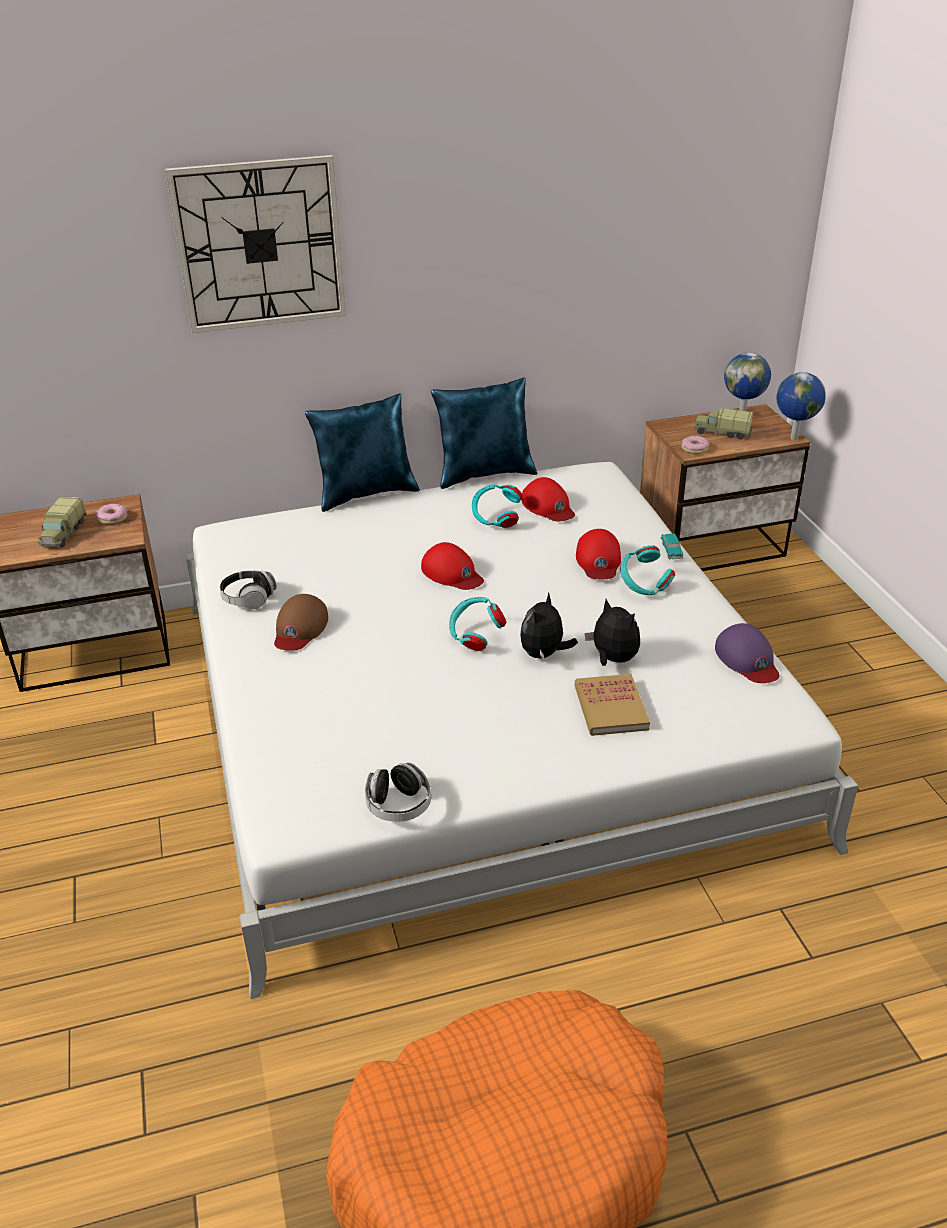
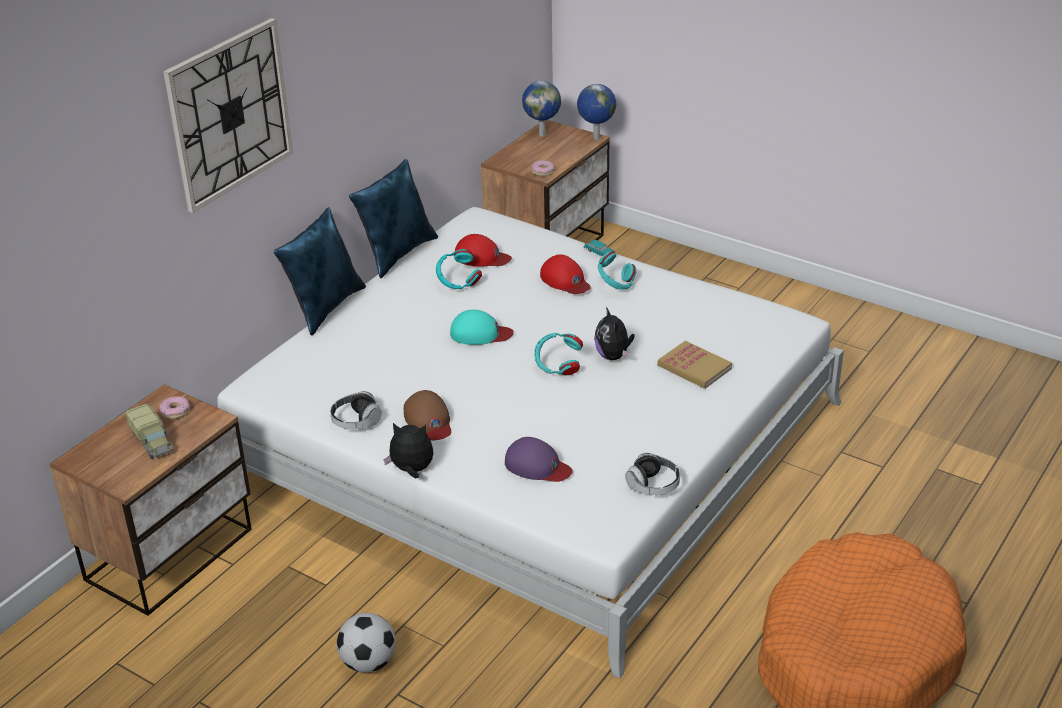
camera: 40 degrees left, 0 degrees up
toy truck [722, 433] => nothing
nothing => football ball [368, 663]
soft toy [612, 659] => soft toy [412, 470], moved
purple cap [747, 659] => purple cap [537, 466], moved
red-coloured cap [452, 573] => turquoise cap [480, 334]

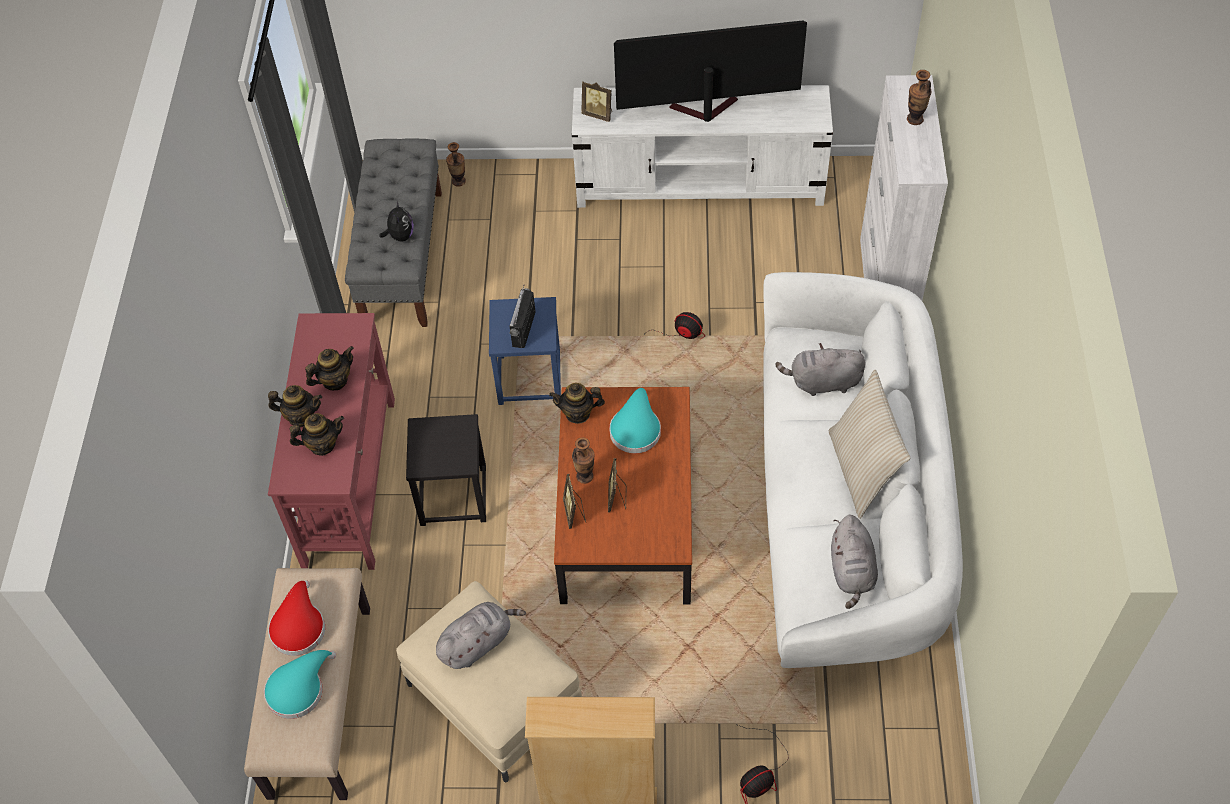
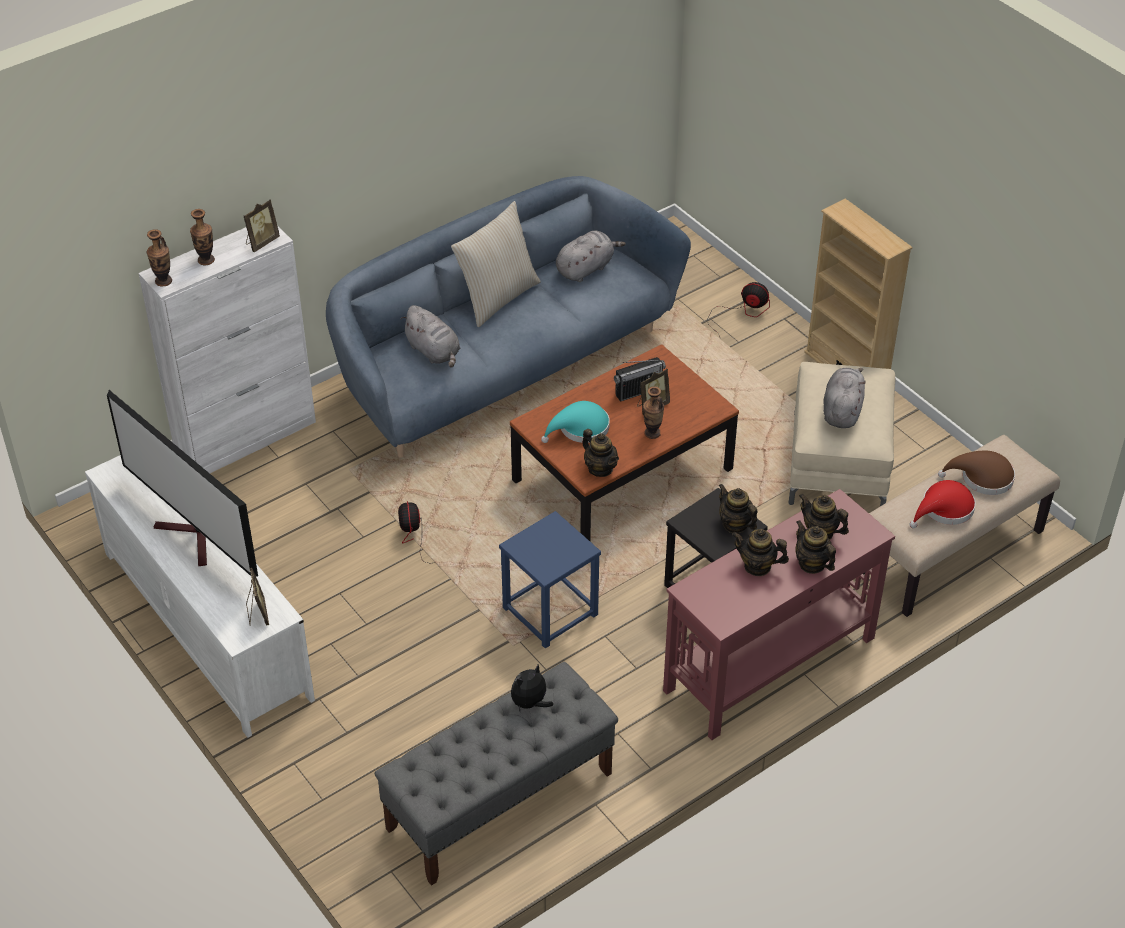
camera: 130 degrees left, 10 degrees down
nothing => teapot [735, 524]
vase [458, 181] => vase [163, 281], moved
radio [524, 329] => radio [638, 391], moved
picture frame [574, 513] => picture frame [261, 242], moved
turquoise hat [298, 688] => brown-coloured hat [982, 478]
whitish couch [844, 513] => blue-coloured couch [500, 364]
gray soft toy [478, 642] => gray soft toy [842, 410], 90 degrees clockwise

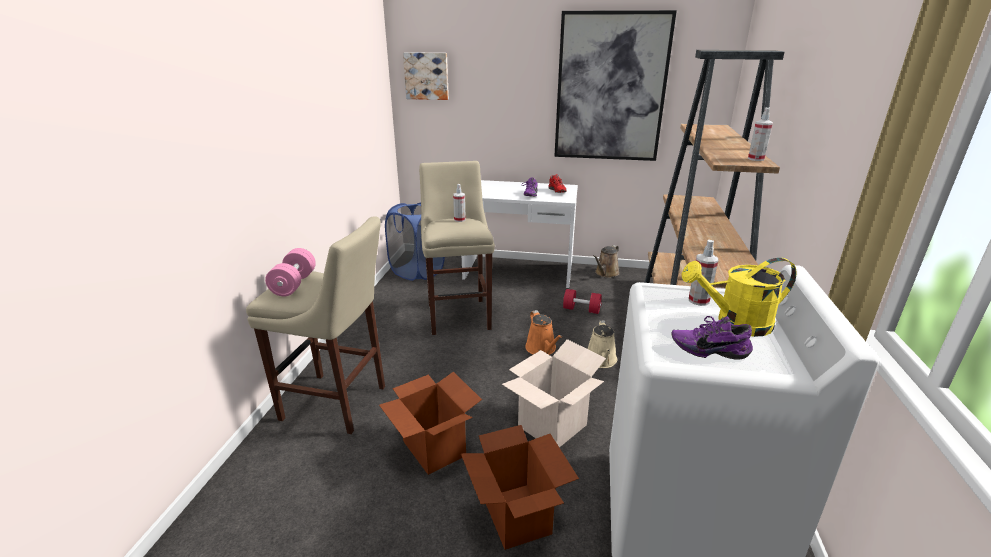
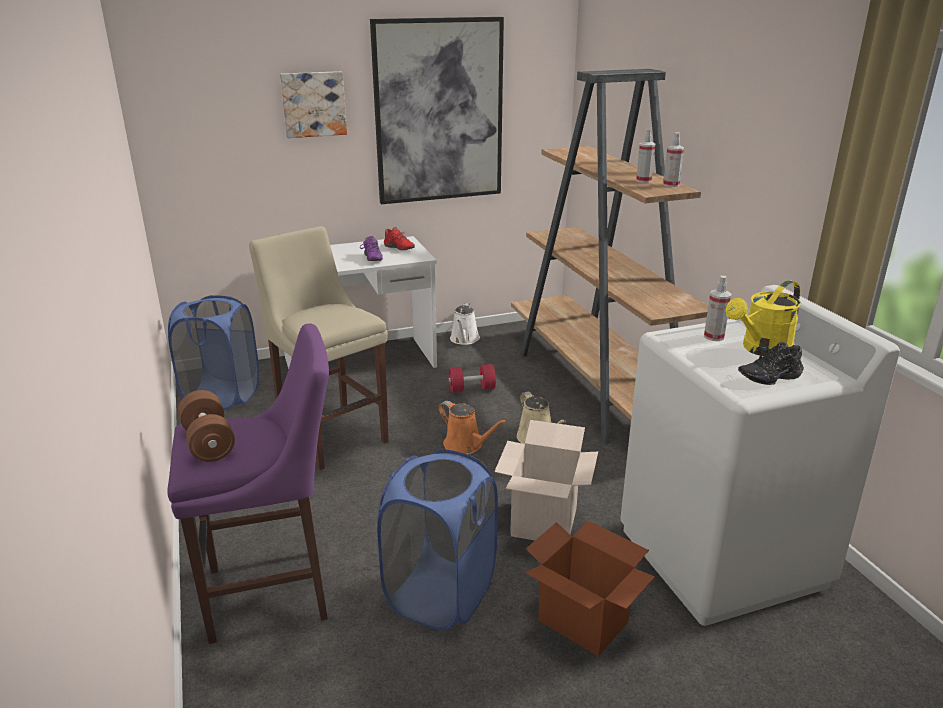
camera: 30 degrees left, 0 degrees up
wall art [427, 76] => wall art [313, 104], moved
hand sprayer [459, 220] => hand sprayer [643, 180], moved
cardboard box [433, 448] => blue-coloured laundry basket [440, 594]
sand-coloured stool seat [338, 404] => purple stool seat [275, 592]
pinkish hand weight [294, 284] => brown-coloured hand weight [209, 442]
brown-coloured watering pot [606, 273] => whitish watering pot [464, 340]
purple shoe [709, 349] => black-coloured shoe [768, 377]

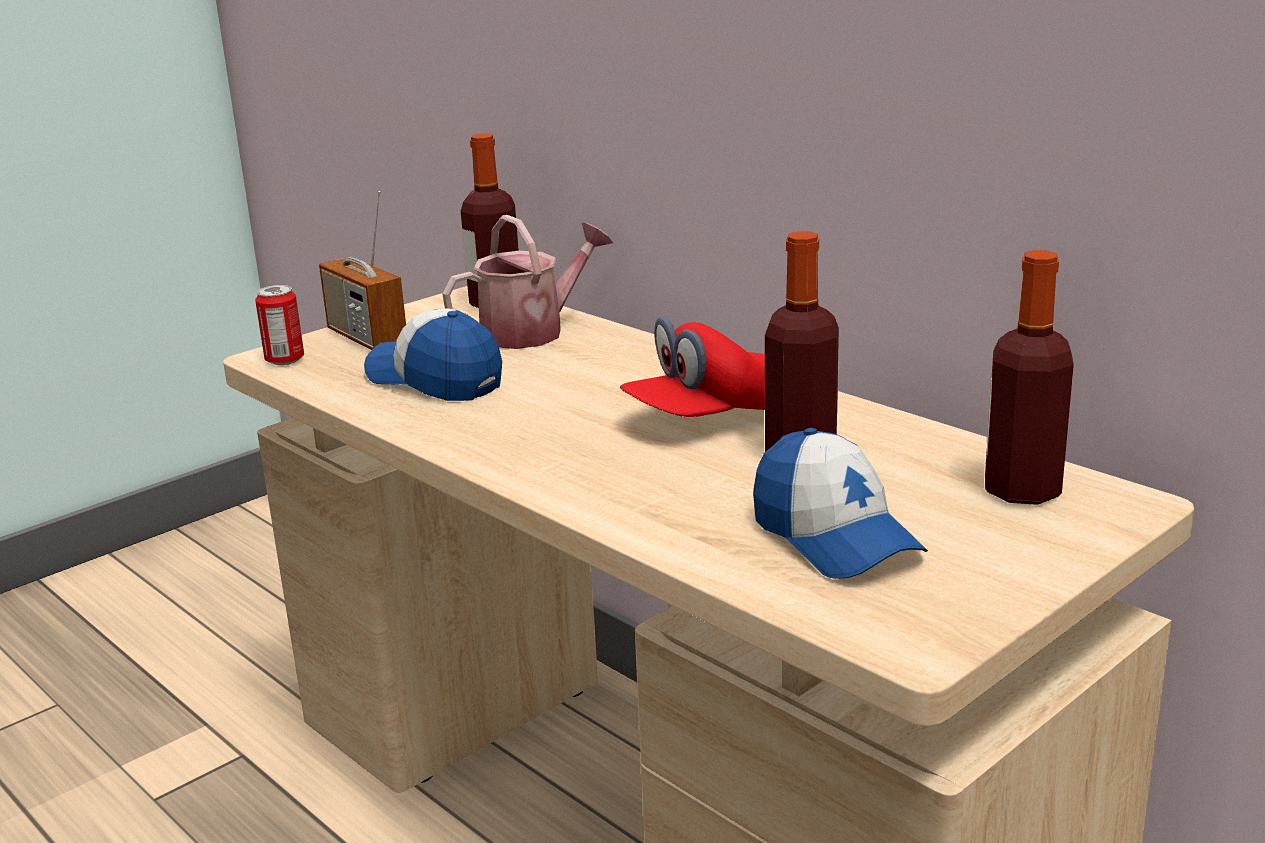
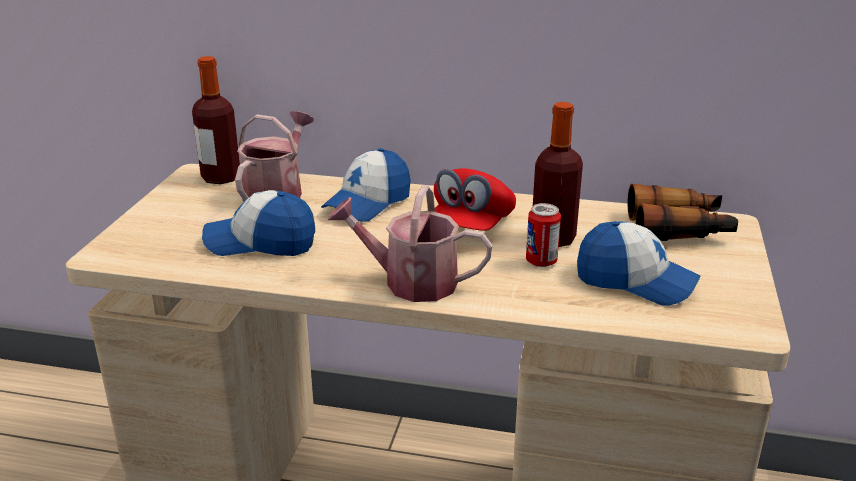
camera: 35 degrees left, 5 degrees up
radio [367, 338] => nothing
nothing => cap [368, 203]
nothing => watering pot [410, 282]
sealed can [285, 360] => sealed can [541, 261], moved
beverage bottle [1022, 490] => field glasses [679, 229]

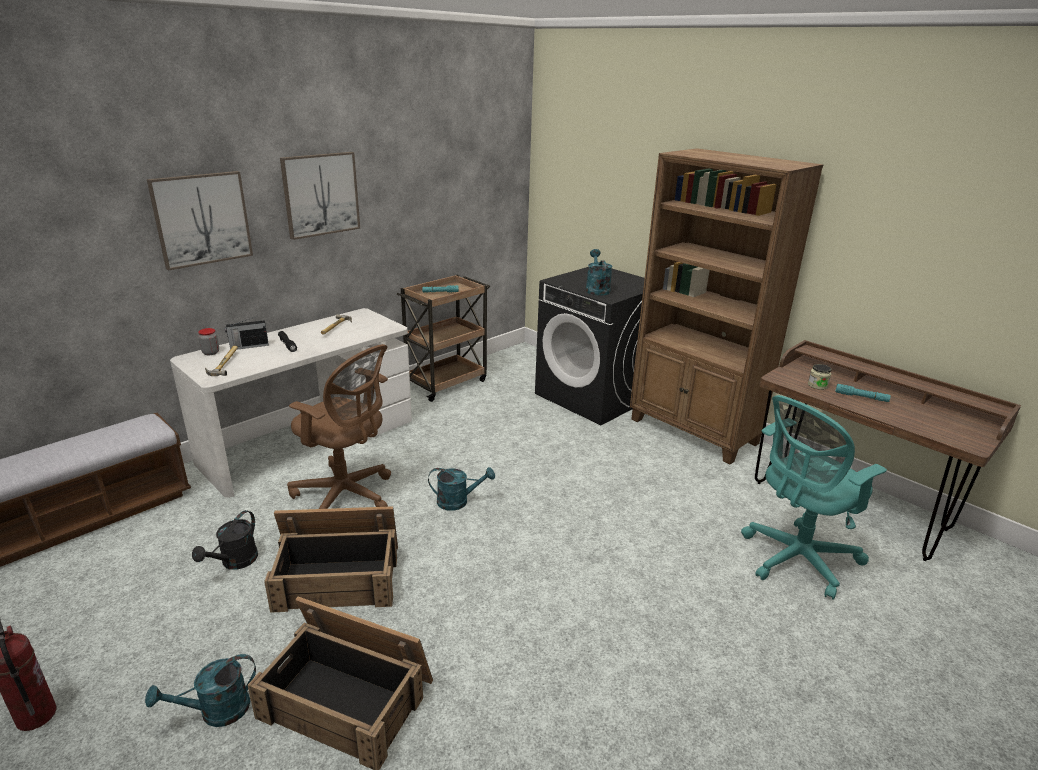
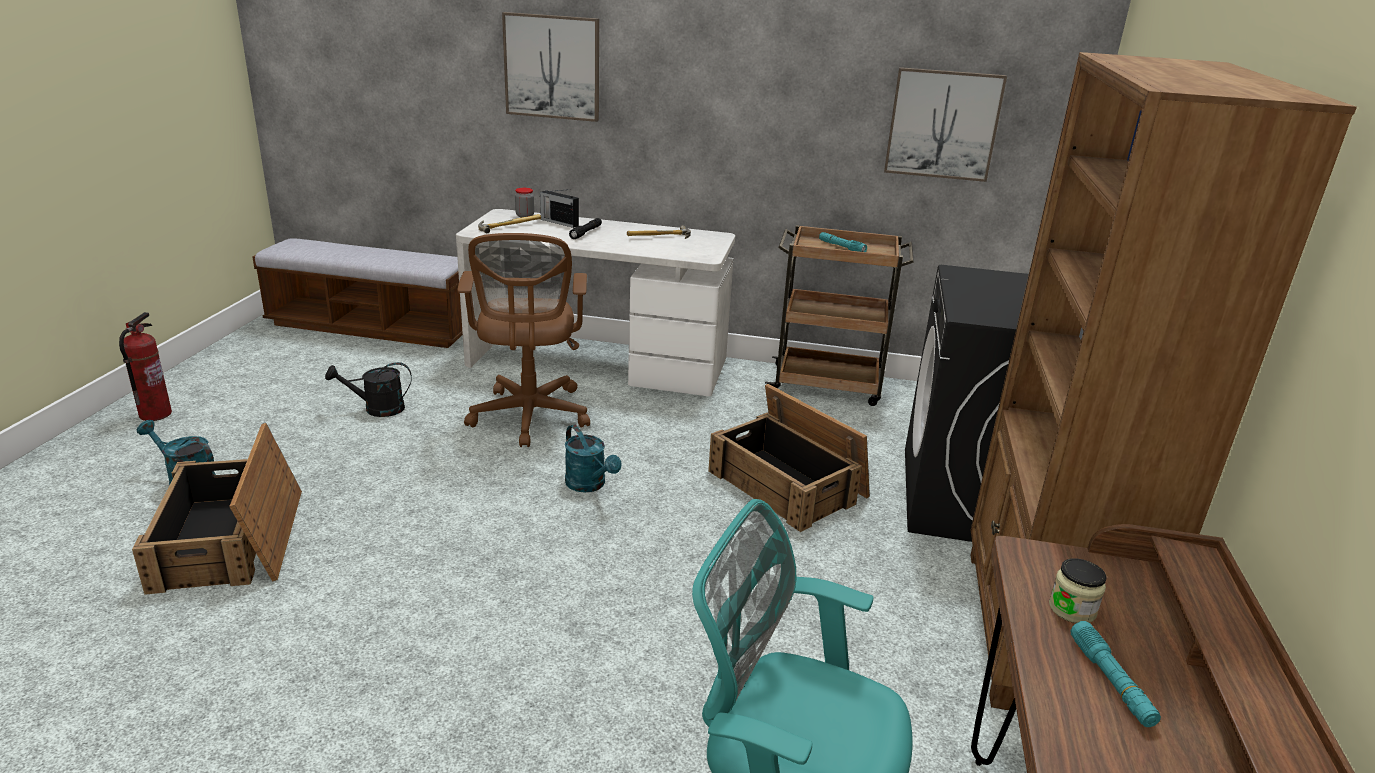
camera: 55 degrees right, 0 degrees up
turquoise watering pot [596, 289] => nothing
crate [338, 576] => crate [789, 483], moved
wall art [321, 194] => wall art [943, 124], moved

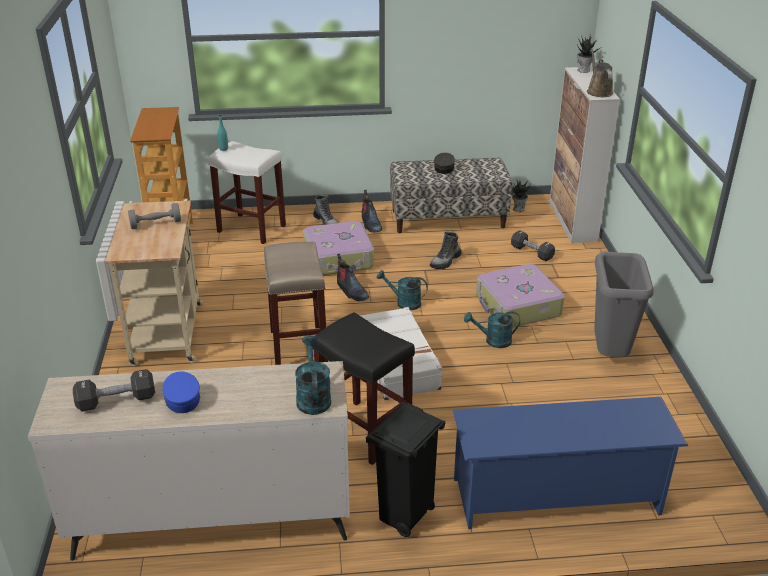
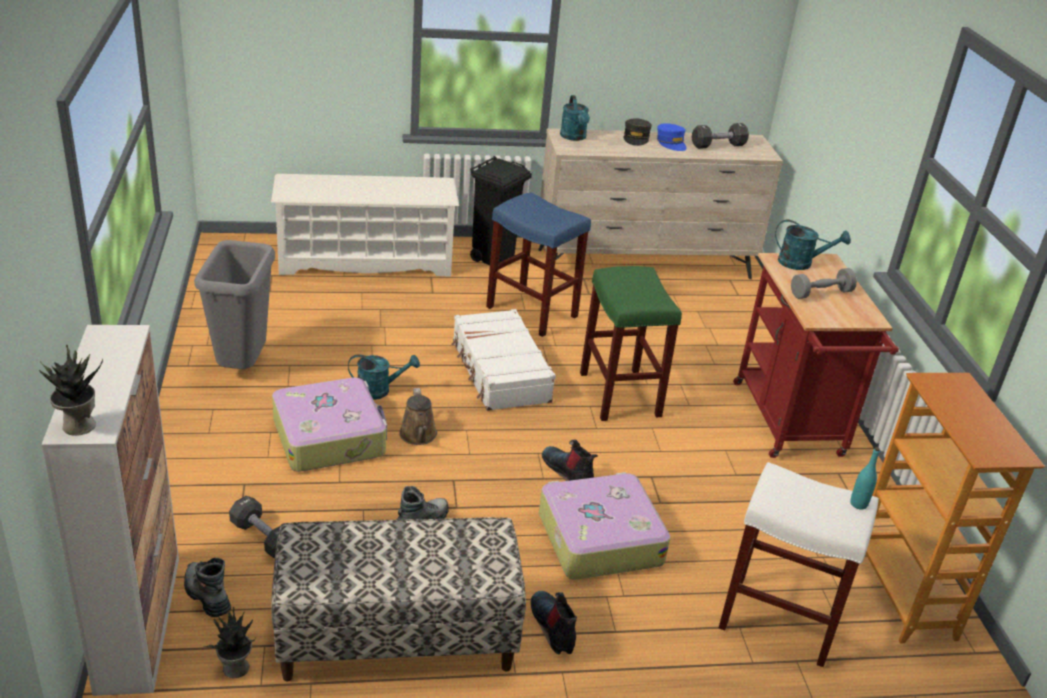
camera: 175 degrees right, 0 degrees up
tall boot [326, 223] => tall boot [207, 595], moved
turquoise watering pot [404, 302] => turquoise watering pot [801, 263], moved
gray cap [444, 168] => gray cap [636, 138], moved
brown-coloured watering pot [598, 91] => brown-coloured watering pot [418, 436], moved
sand-coloured trolley [168, 329] => red-coloured trolley [791, 425]
sand-coloured stool seat [298, 347] => green-coloured stool seat [621, 395]
black-coloured stool seat [362, 431] => blue-coloured stool seat [533, 312]
blue-coloured shoe shelf [556, 496] => whitish shoe shelf [366, 261]

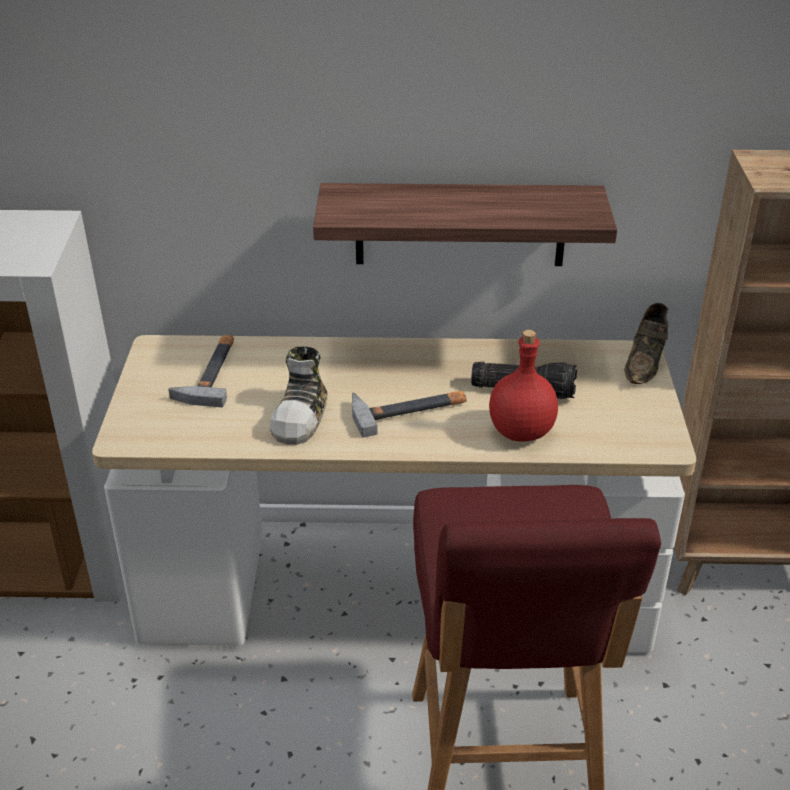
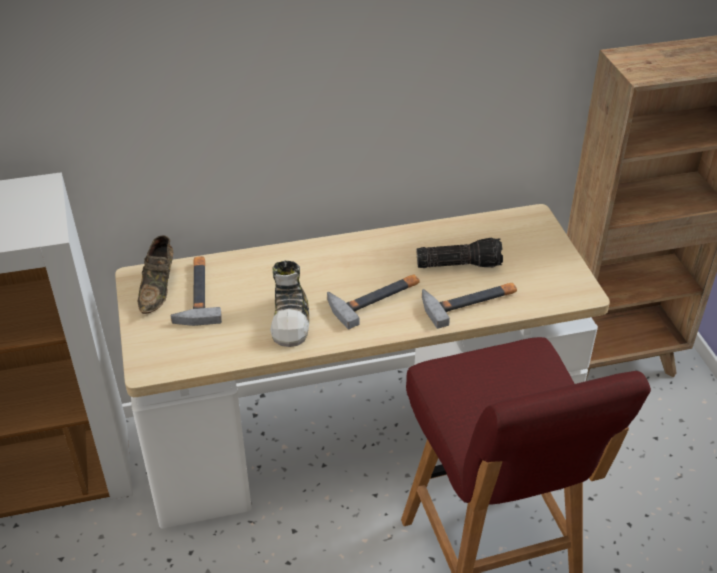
camera: 15 degrees left, 5 degrees up
bracket shelf [460, 224] => nothing
brown-coloured shoe [645, 362] => brown-coloured shoe [158, 288], moved
red-coloured beverage bottle [520, 431] => hand hammer [470, 301]

